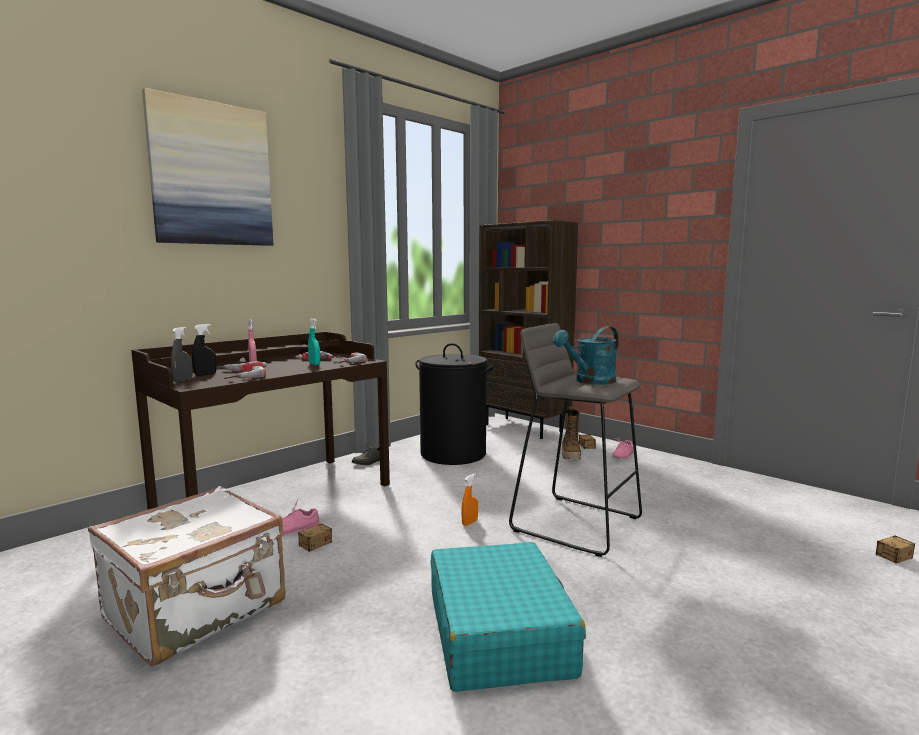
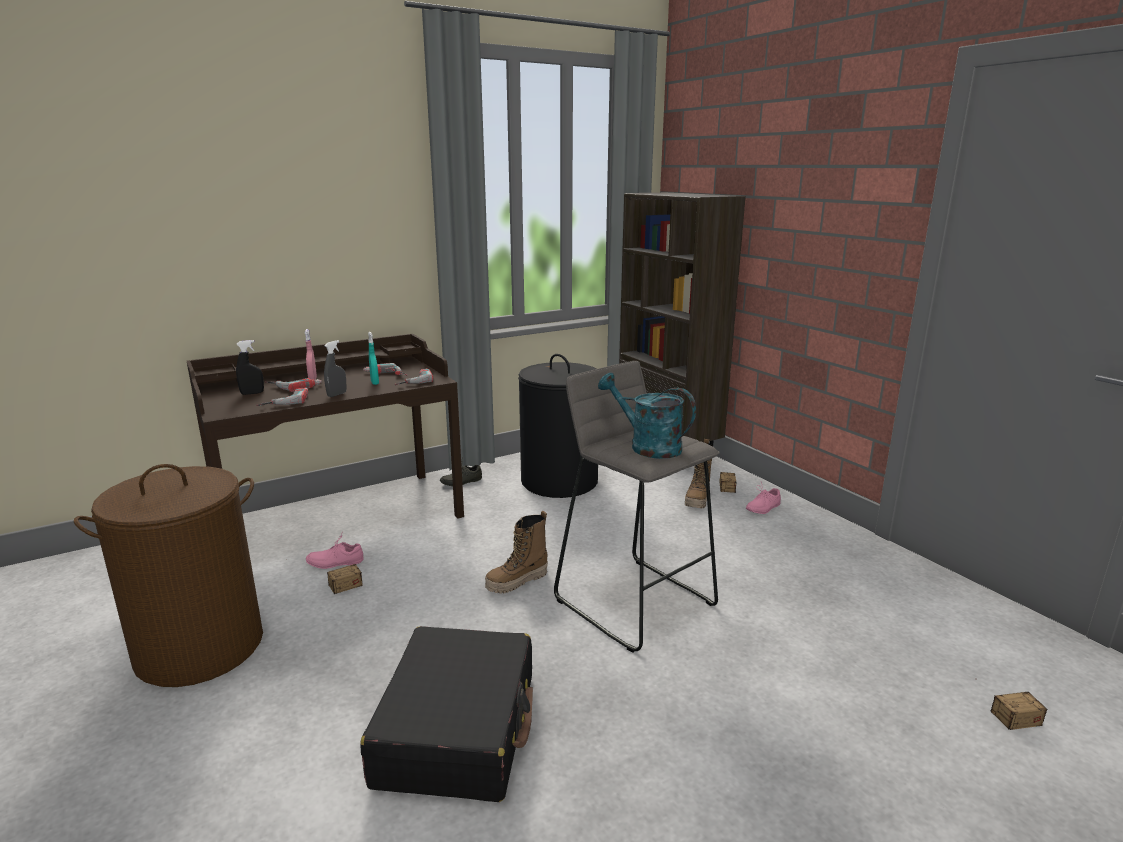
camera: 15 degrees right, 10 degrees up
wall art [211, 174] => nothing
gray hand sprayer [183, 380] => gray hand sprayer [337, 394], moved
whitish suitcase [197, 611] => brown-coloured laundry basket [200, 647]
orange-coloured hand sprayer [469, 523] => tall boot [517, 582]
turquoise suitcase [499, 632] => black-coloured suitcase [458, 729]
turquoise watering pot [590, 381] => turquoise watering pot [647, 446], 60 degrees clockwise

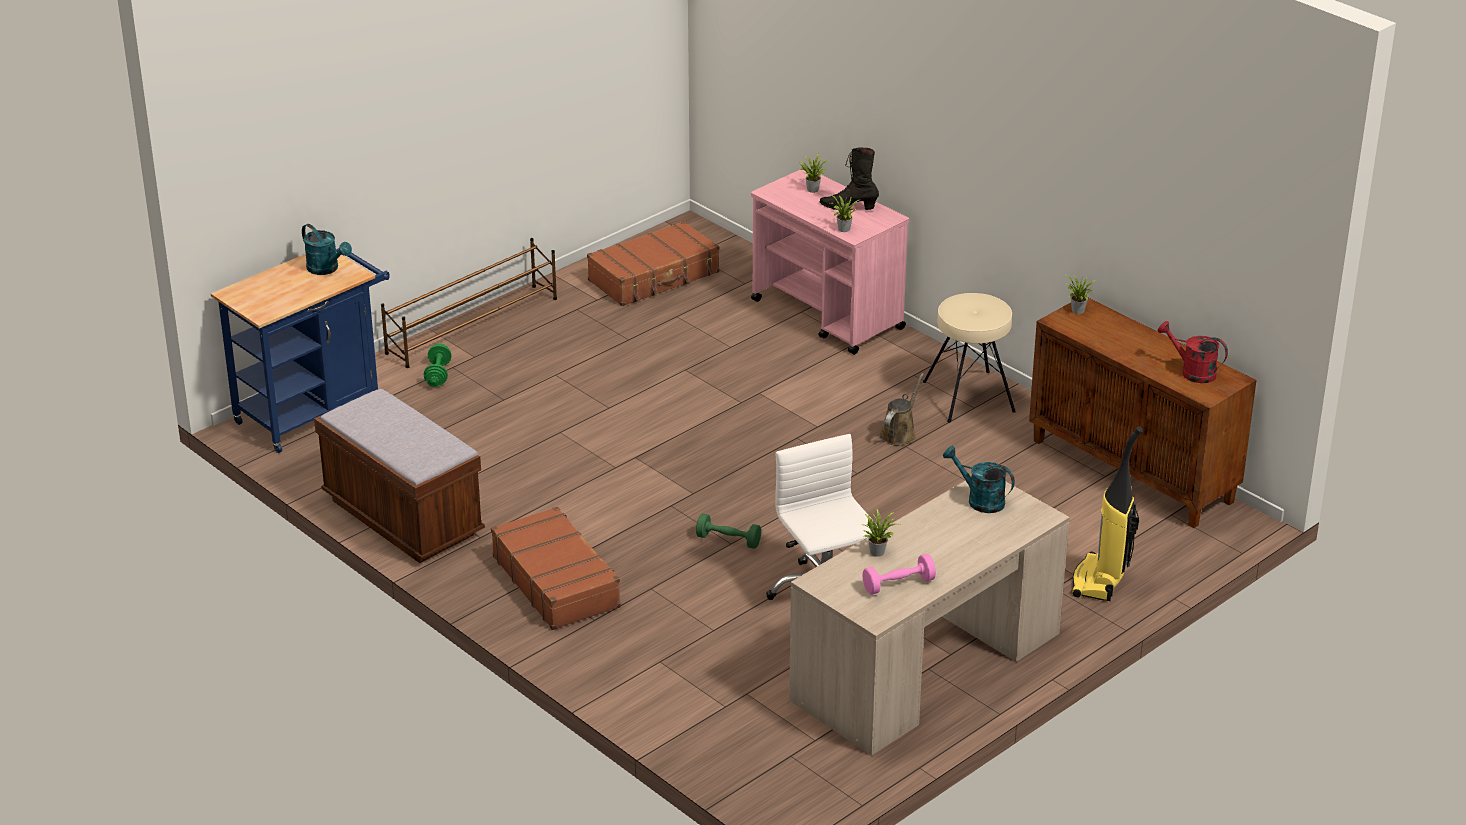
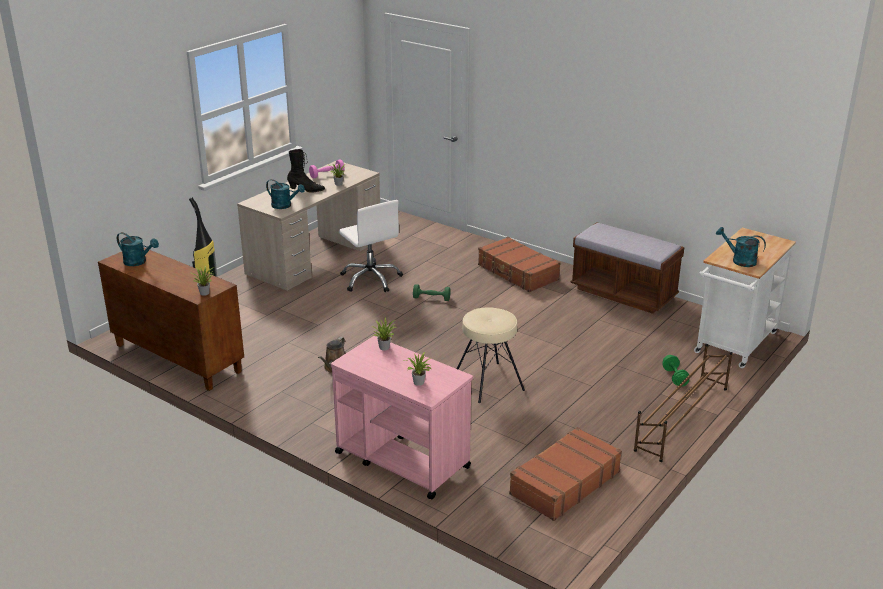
camera: 170 degrees right, 5 degrees down
black-coloured tall boot [848, 207] => black-coloured tall boot [306, 190], moved
sand-coloured stool seat [969, 396] => sand-coloured stool seat [488, 382], moved
blue-coloured trolley [315, 410] => whitish trolley [733, 346]
red-coloured watering pot [1192, 372] => turquoise watering pot [138, 262]

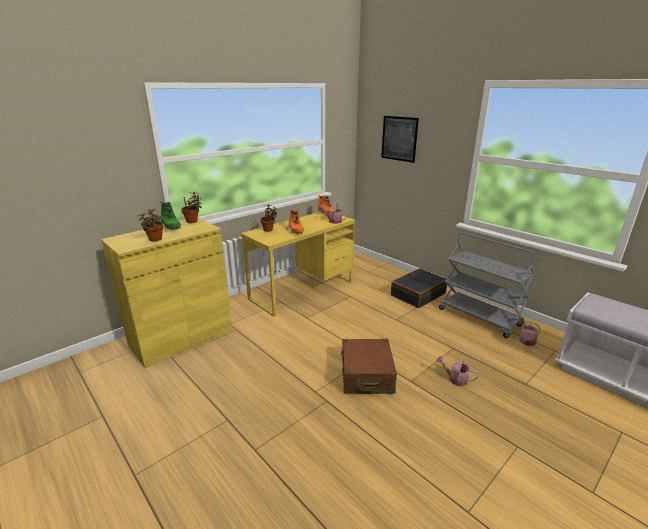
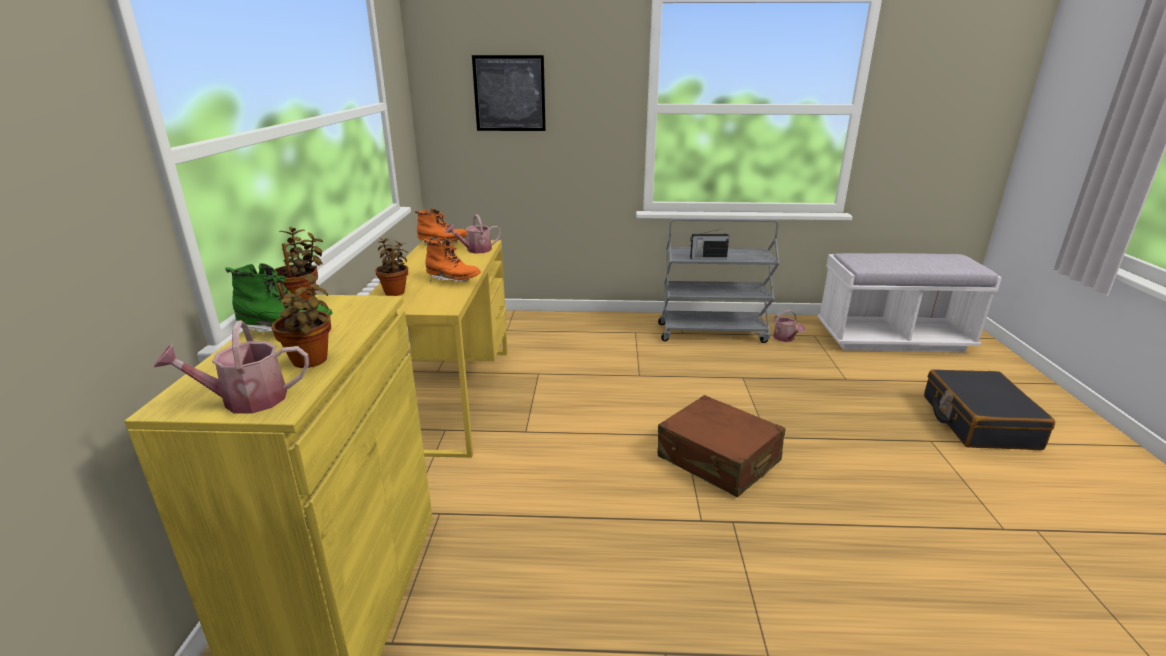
camera: 45 degrees left, 0 degrees up
nothing => radio [707, 258]
black-coloured suitcase [418, 294] => black-coloured suitcase [978, 422], moved
watering pot [455, 379] => watering pot [246, 400], moved

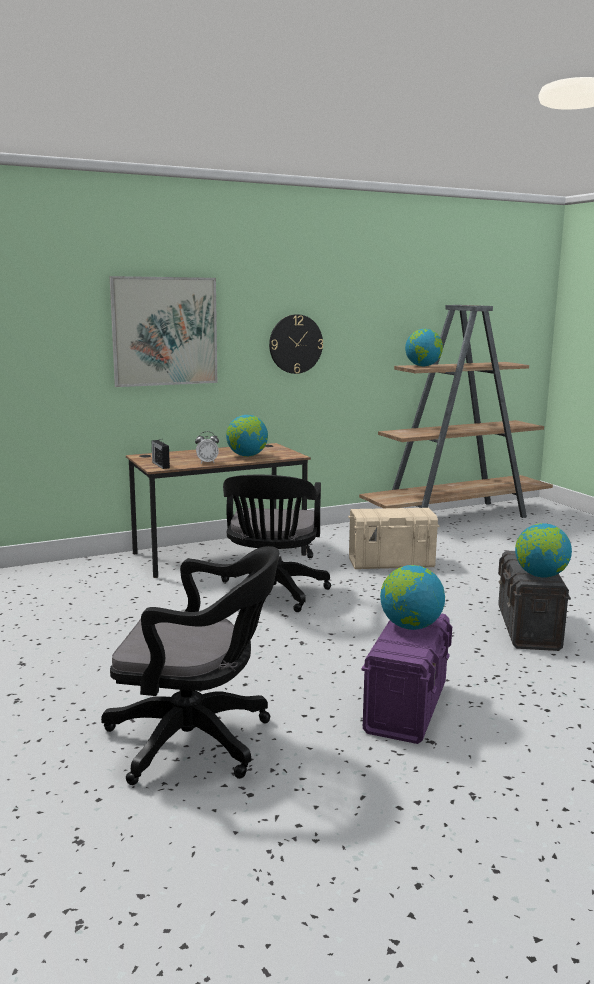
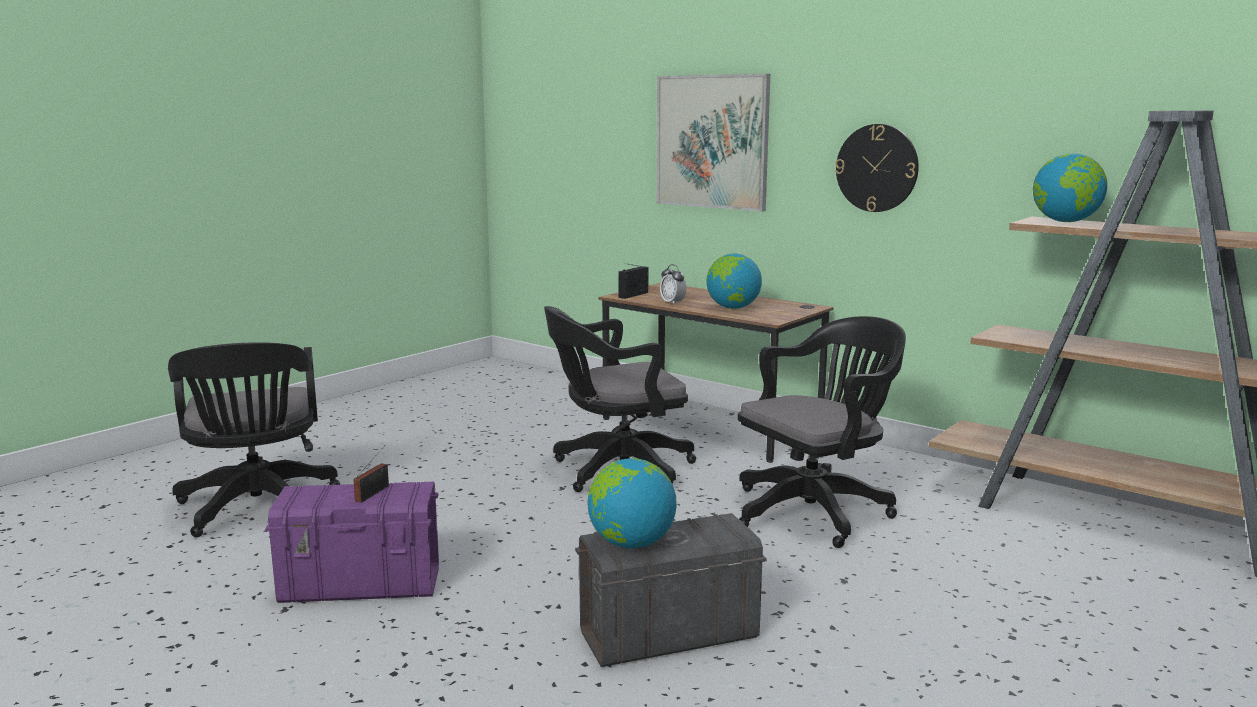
camera: 65 degrees right, 0 degrees up
sand-coloured storage box [391, 562] => black-coloured desk chair [816, 511]
desk globe [410, 626] => radio [374, 492]

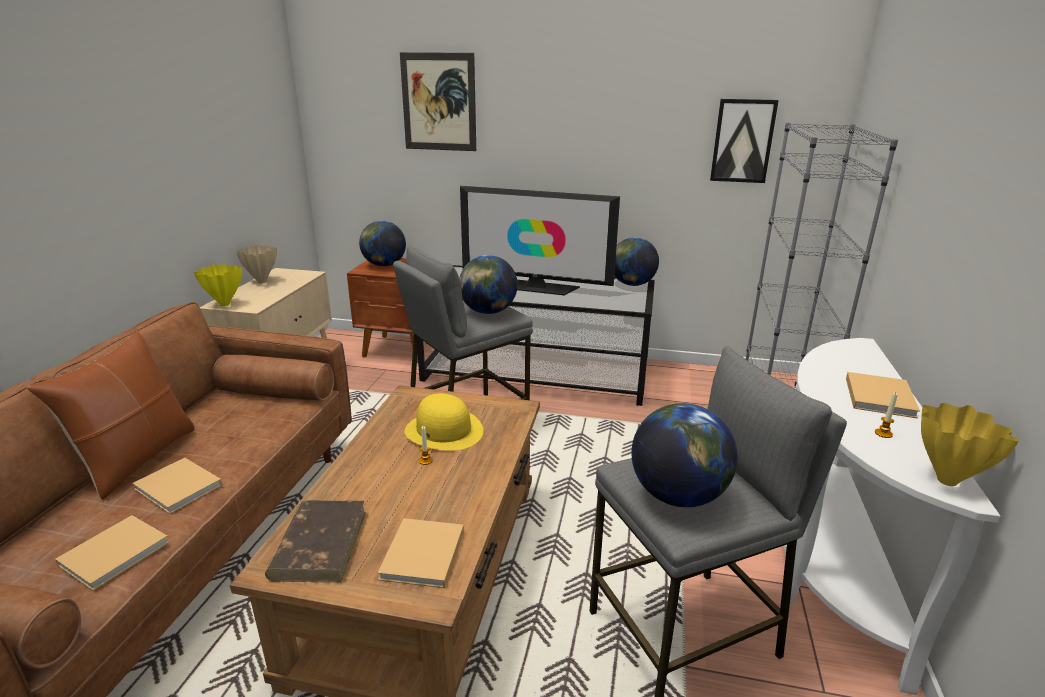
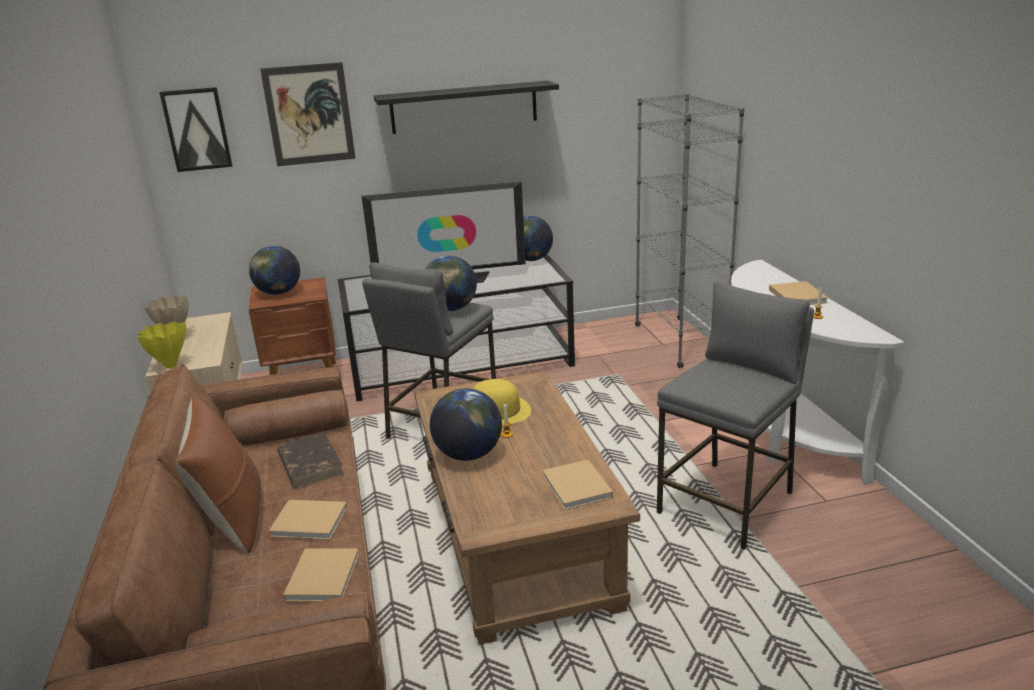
camera: 25 degrees left, 0 degrees up
yellow vase [945, 480] => nothing
nothing => black-coloured bracket shelf [464, 107]
brown-coloured volume [320, 543] => brown-coloured volume [310, 464], moved
desk globe [678, 495] => desk globe [468, 454], moved
wall art [742, 141] => wall art [197, 129], moved

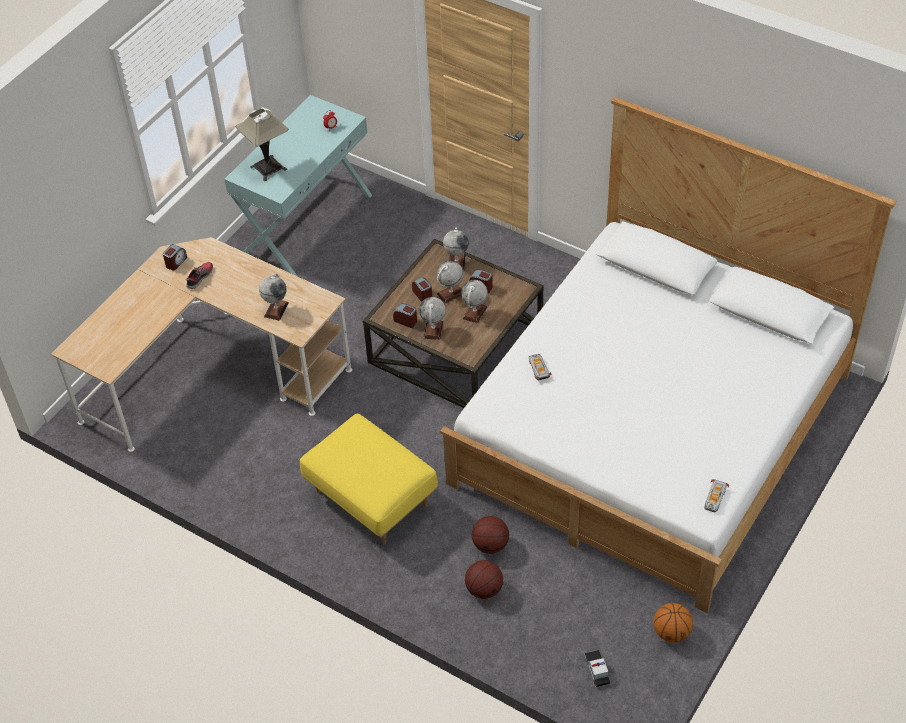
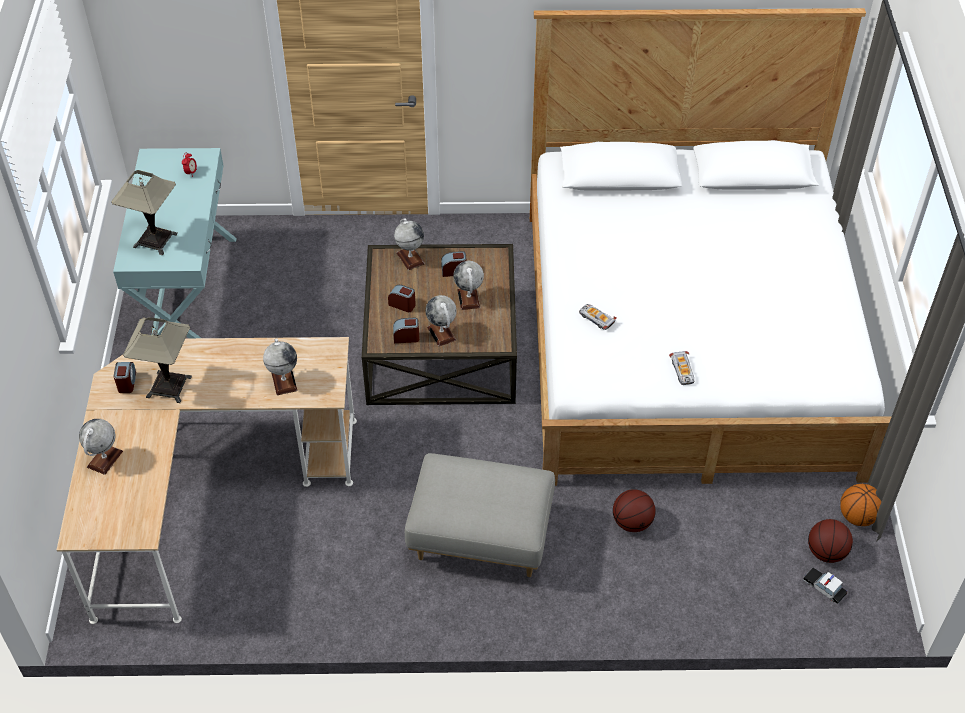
camera: 35 degrees left, 0 degrees up
desk globe [451, 293] => desk globe [105, 459], moved
basketball ball [484, 589] => basketball ball [826, 552], moved
miniature car [715, 498] => miniature car [682, 370], moved
shoe [199, 277] => table lamp [168, 386]
yellow pouffe [370, 499] => gray pouffe [480, 539]

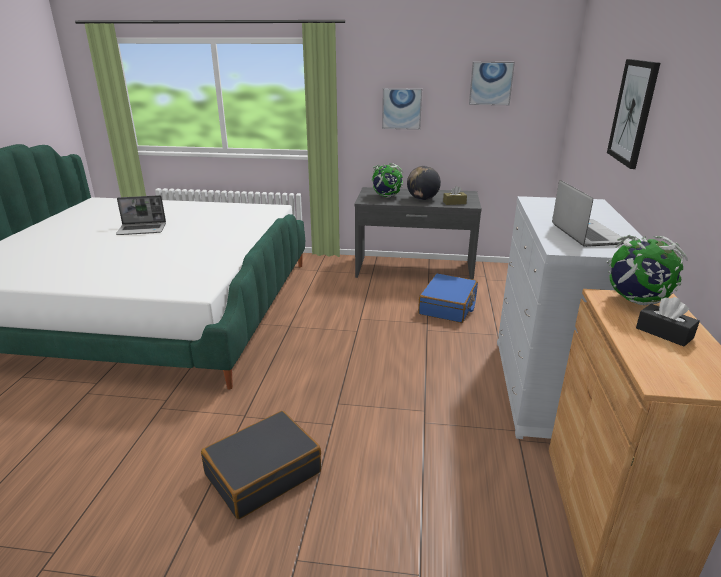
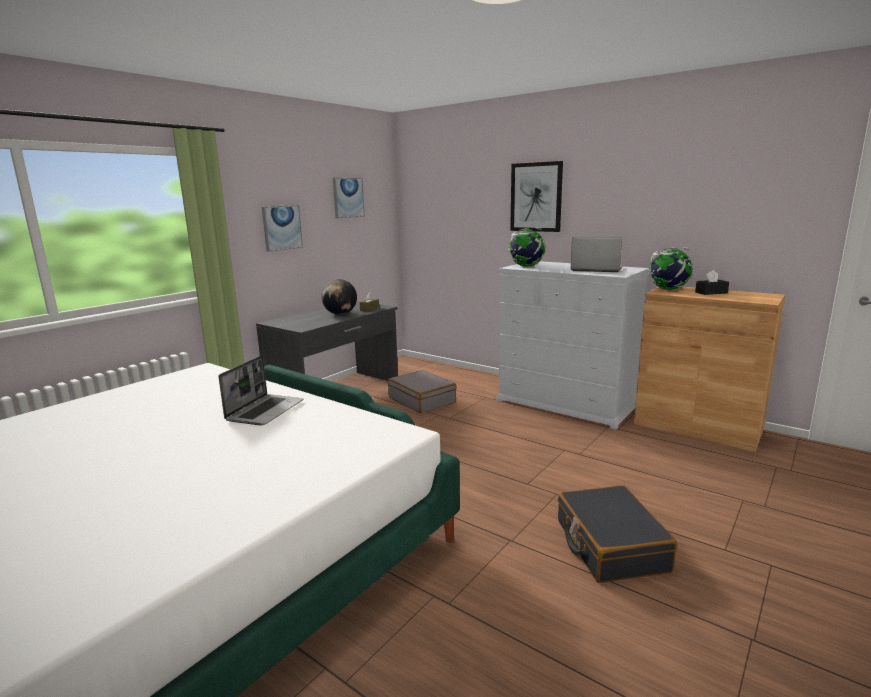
camera: 60 degrees left, 10 degrees down
notebook computer [142, 229] => notebook computer [265, 410], moved
desk globe [386, 196] => desk globe [526, 266], moved
blue-coloured suitcase [448, 306] => gray suitcase [422, 400]

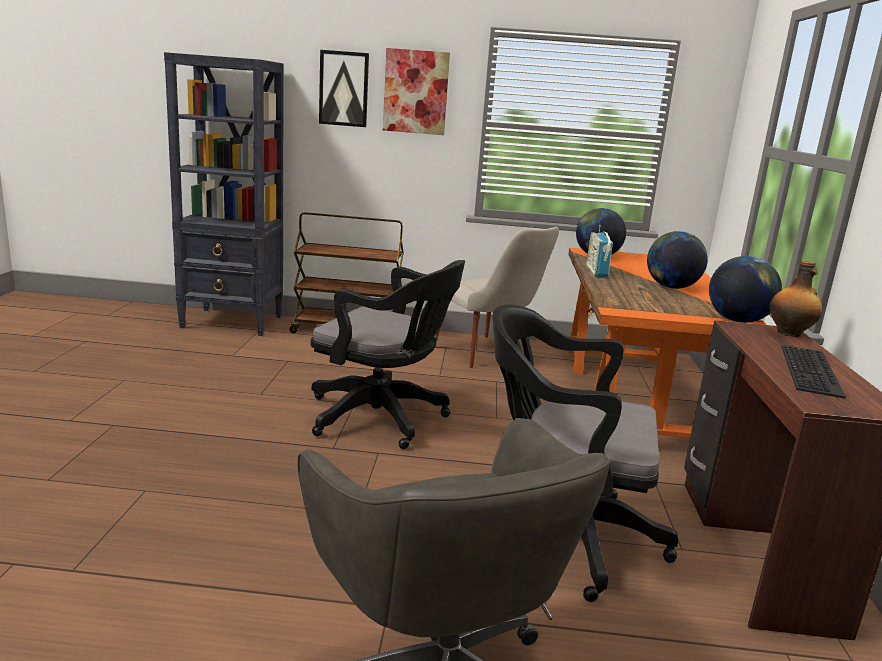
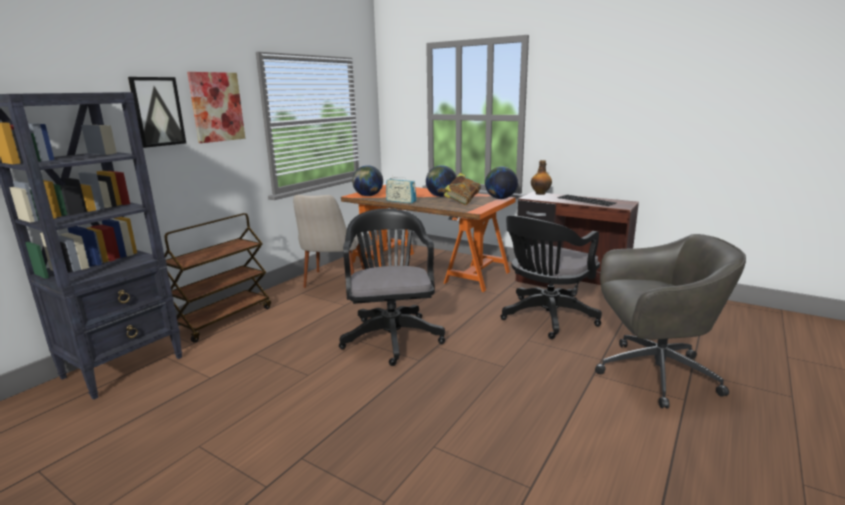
camera: 60 degrees left, 0 degrees up
nothing => volume [462, 202]
black-coloured desk chair [383, 418] => black-coloured desk chair [391, 335], 60 degrees counterclockwise
sand-coloured plain chair [490, 356] => sand-coloured plain chair [332, 284], 105 degrees clockwise

